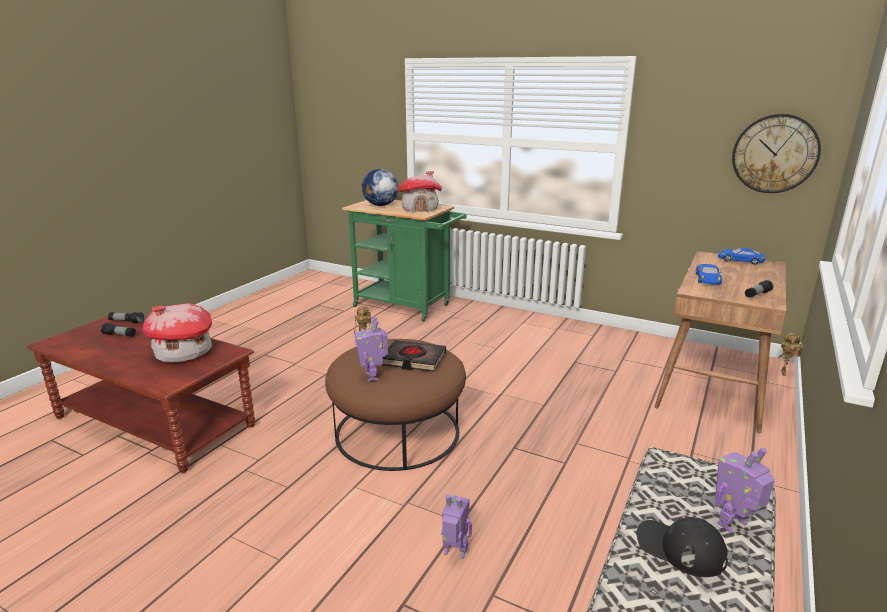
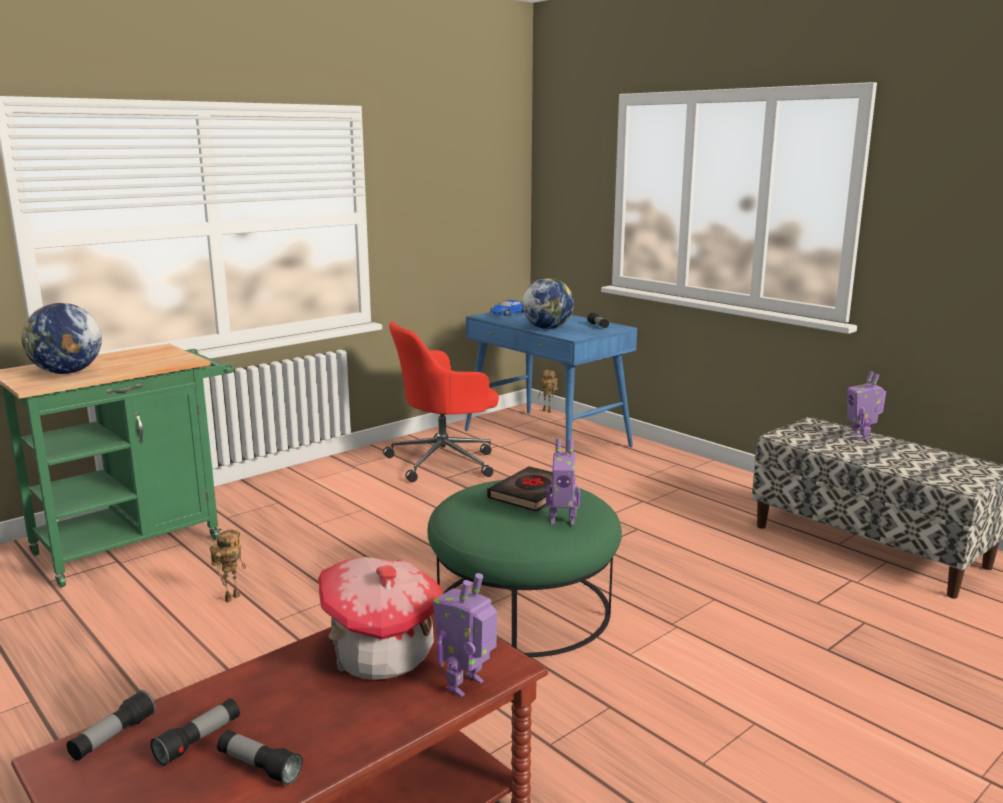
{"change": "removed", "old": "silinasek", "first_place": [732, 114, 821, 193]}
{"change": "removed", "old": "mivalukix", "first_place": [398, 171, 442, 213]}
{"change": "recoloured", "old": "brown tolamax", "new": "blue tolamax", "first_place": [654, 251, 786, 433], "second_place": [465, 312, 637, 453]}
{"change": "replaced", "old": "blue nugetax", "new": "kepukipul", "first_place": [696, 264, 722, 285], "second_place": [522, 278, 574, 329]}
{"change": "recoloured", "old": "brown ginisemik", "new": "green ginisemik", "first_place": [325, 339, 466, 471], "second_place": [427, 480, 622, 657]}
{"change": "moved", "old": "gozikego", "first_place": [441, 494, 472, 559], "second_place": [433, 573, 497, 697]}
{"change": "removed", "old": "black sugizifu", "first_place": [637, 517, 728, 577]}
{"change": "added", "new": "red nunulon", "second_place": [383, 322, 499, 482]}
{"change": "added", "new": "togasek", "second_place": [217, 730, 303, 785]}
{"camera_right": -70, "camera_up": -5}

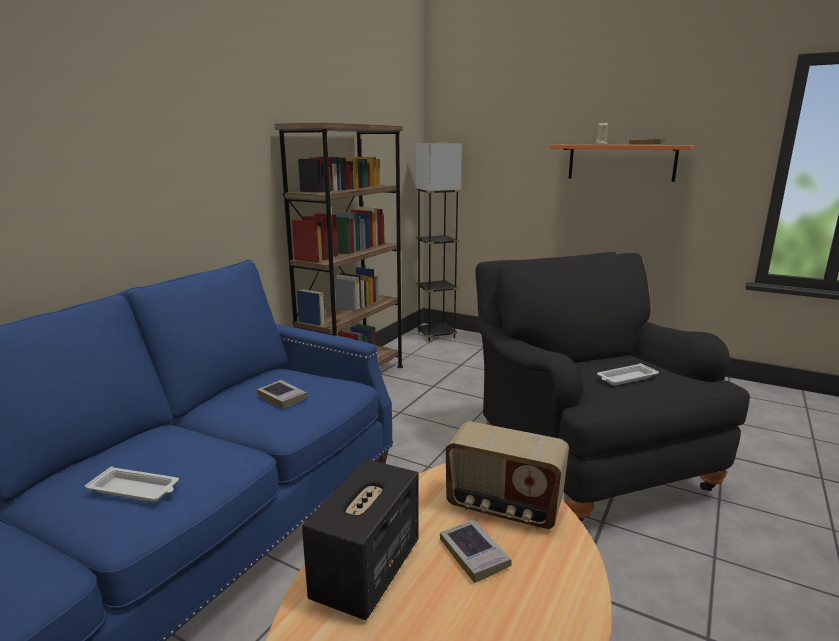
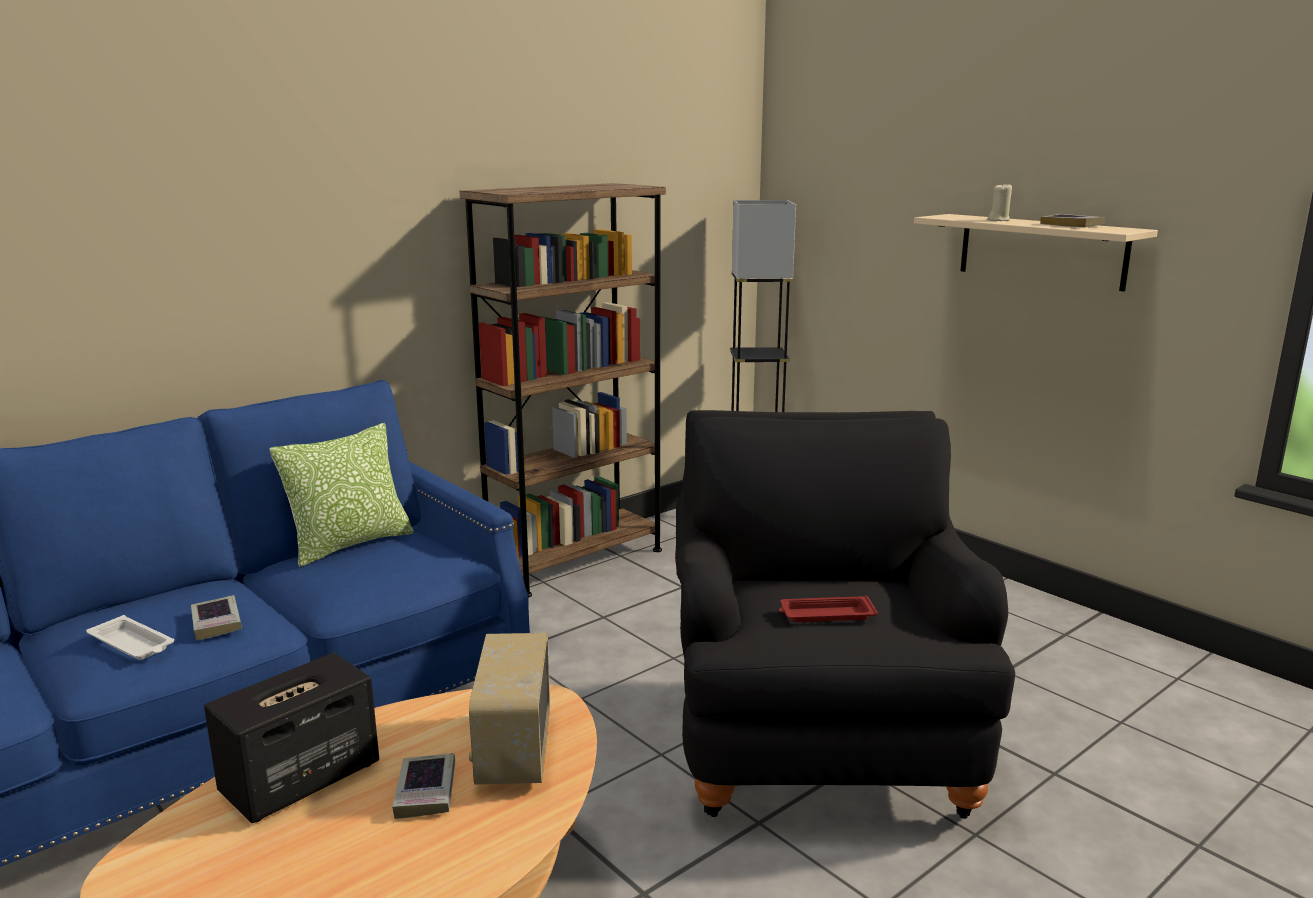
{"change": "recoloured", "old": "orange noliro", "new": "beige noliro", "first_place": [549, 145, 695, 182], "second_place": [914, 214, 1158, 292]}
{"change": "recoloured", "old": "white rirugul", "new": "red rirugul", "first_place": [597, 363, 659, 385], "second_place": [779, 595, 878, 622]}
{"change": "moved", "old": "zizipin", "first_place": [257, 380, 308, 409], "second_place": [191, 595, 242, 641]}
{"change": "turned", "old": "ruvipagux", "first_place": [446, 421, 569, 529], "second_place": [469, 633, 550, 785], "degrees": 45}
{"change": "added", "new": "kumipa", "second_place": [269, 423, 413, 567]}
{"camera_right": 20, "camera_up": 0}

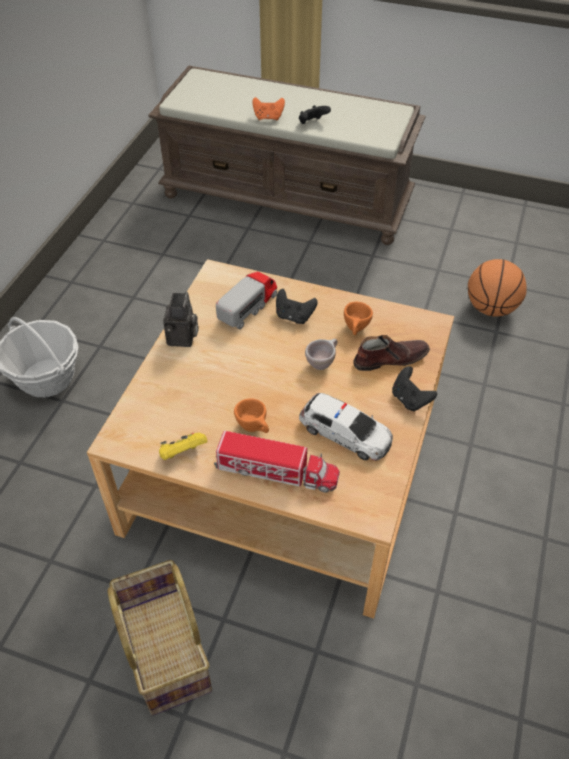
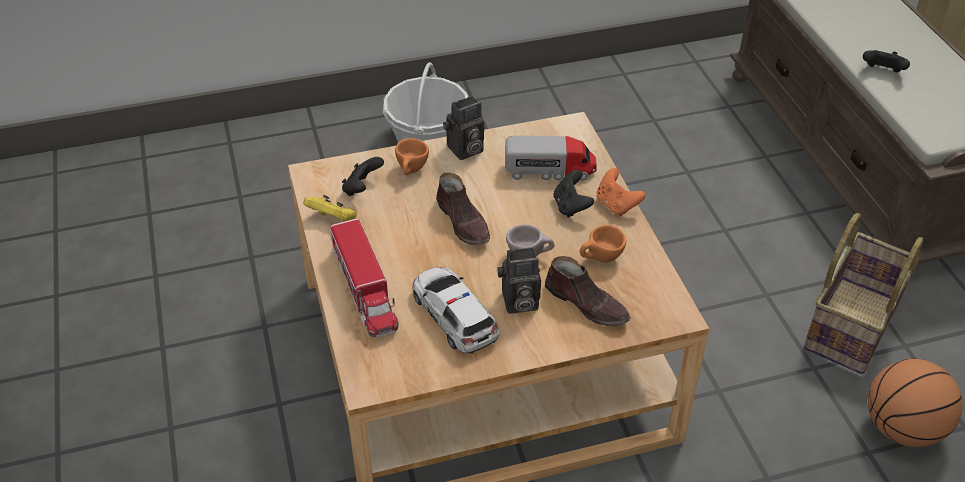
{"change": "moved", "old": "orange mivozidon", "first_place": [252, 97, 285, 121], "second_place": [597, 168, 645, 216]}
{"change": "moved", "old": "black mivozidon", "first_place": [392, 366, 437, 411], "second_place": [342, 157, 384, 196]}
{"change": "turned", "old": "nugetax", "first_place": [299, 393, 393, 461], "second_place": [413, 267, 500, 354], "degrees": 150}
{"change": "moved", "old": "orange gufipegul", "first_place": [234, 398, 269, 433], "second_place": [395, 138, 429, 176]}
{"change": "moved", "old": "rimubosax", "first_place": [107, 560, 212, 716], "second_place": [804, 213, 924, 374]}
{"change": "added", "new": "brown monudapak", "second_place": [436, 172, 490, 245]}
{"change": "added", "new": "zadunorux", "second_place": [497, 247, 541, 314]}
{"camera_right": 55, "camera_up": -5}

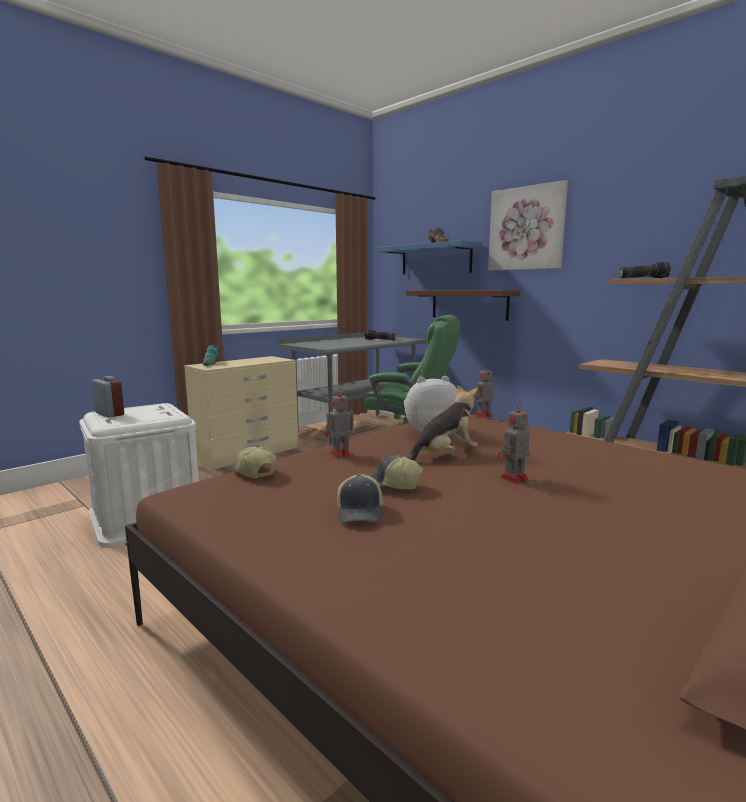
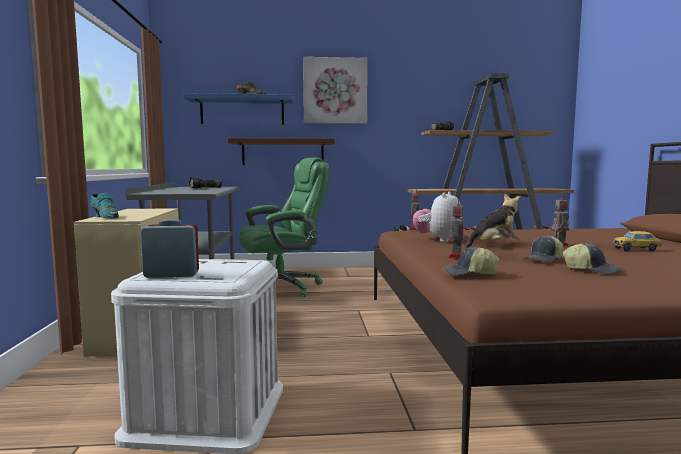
{"change": "turned", "old": "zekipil", "first_place": [408, 385, 478, 461], "second_place": [465, 194, 521, 249], "degrees": 60}
{"change": "added", "new": "nugetax", "second_place": [612, 231, 662, 251]}
{"camera_right": -50, "camera_up": -5}

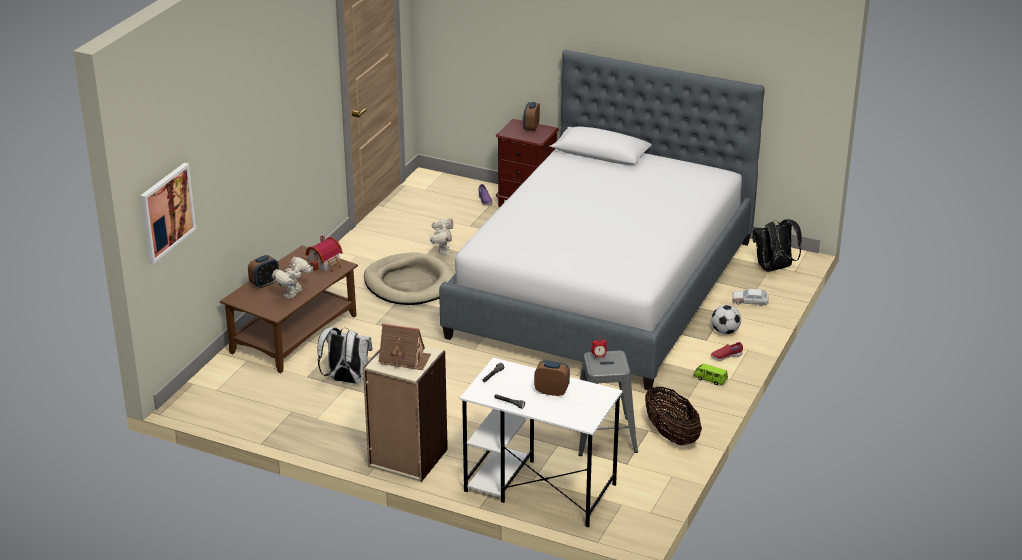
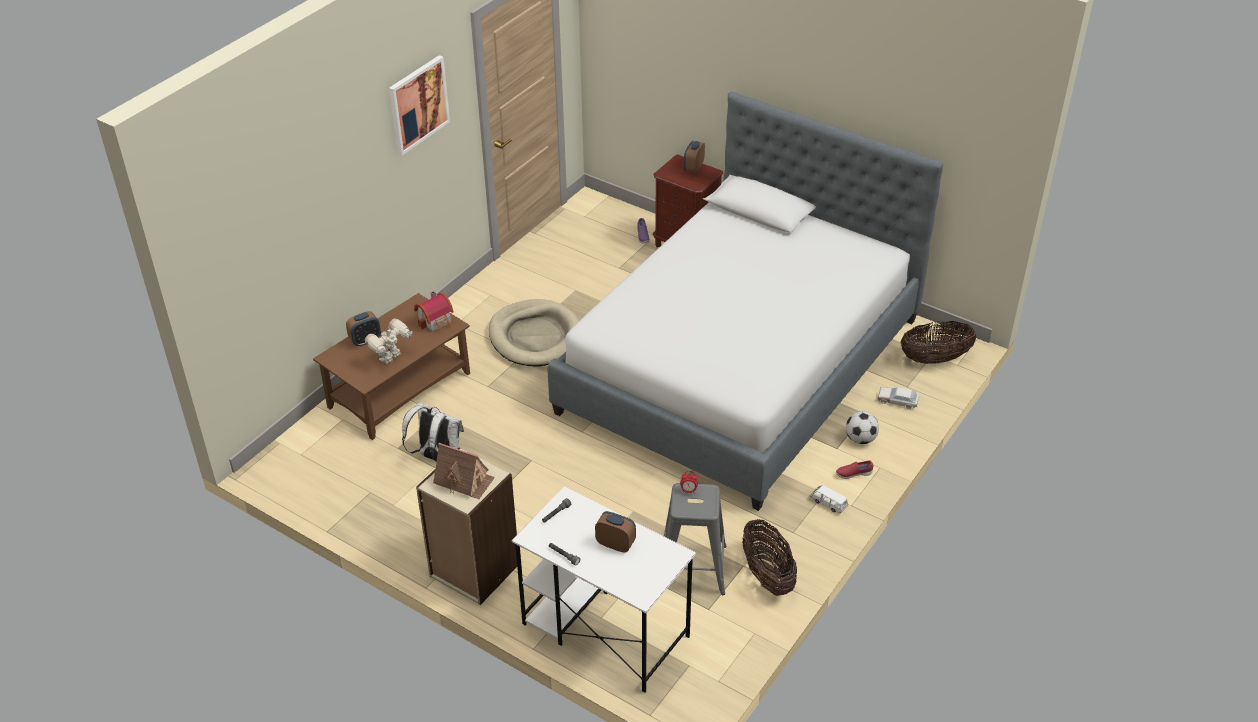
{"change": "moved", "old": "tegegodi", "first_place": [140, 163, 196, 264], "second_place": [389, 55, 450, 155]}
{"change": "removed", "old": "gozikego", "first_place": [430, 218, 454, 255]}
{"change": "replaced", "old": "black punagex", "new": "rimubosax", "first_place": [752, 219, 802, 272], "second_place": [900, 321, 976, 364]}
{"change": "recoloured", "old": "green nugetax", "new": "white nugetax", "first_place": [693, 363, 728, 385], "second_place": [810, 485, 848, 513]}
{"camera_right": 10, "camera_up": 10}

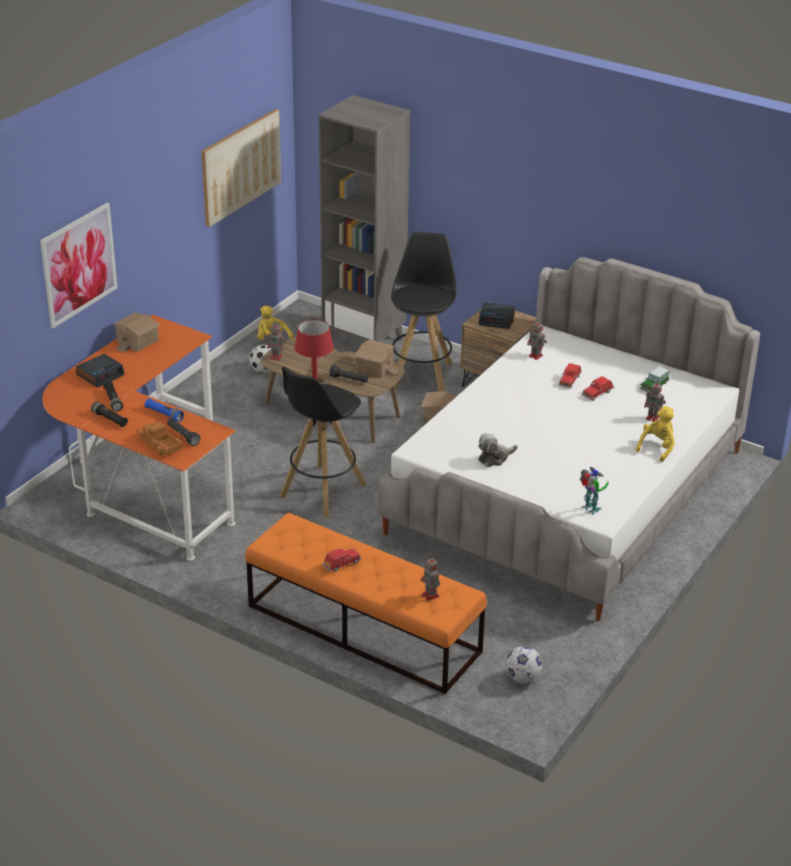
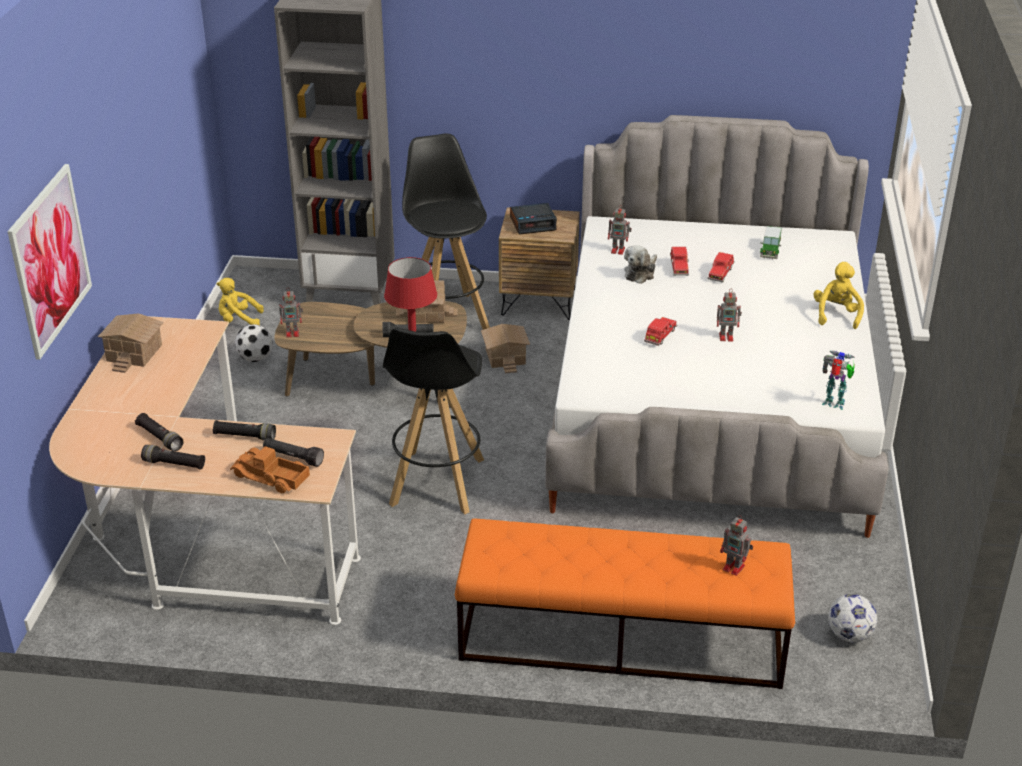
{"change": "removed", "old": "tegegodi", "first_place": [201, 109, 281, 227]}
{"change": "recoloured", "old": "orange tolamax", "new": "beige tolamax", "first_place": [42, 315, 236, 561], "second_place": [49, 316, 361, 625]}
{"change": "removed", "old": "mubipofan", "first_place": [76, 354, 125, 388]}
{"change": "moved", "old": "gozikego", "first_place": [644, 383, 666, 422], "second_place": [717, 289, 742, 342]}
{"change": "recoloured", "old": "blue togasek", "new": "black togasek", "first_place": [144, 398, 184, 422], "second_place": [213, 420, 276, 440]}
{"change": "moved", "old": "zekipil", "first_place": [478, 433, 518, 467], "second_place": [624, 245, 657, 284]}
{"change": "moved", "old": "red nugetax", "first_place": [322, 548, 362, 572], "second_place": [644, 317, 677, 346]}
{"camera_right": -25, "camera_up": 0}

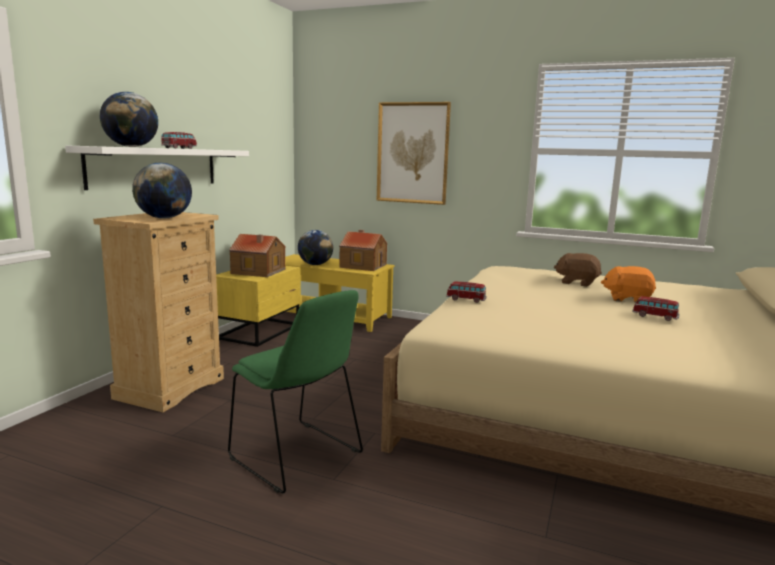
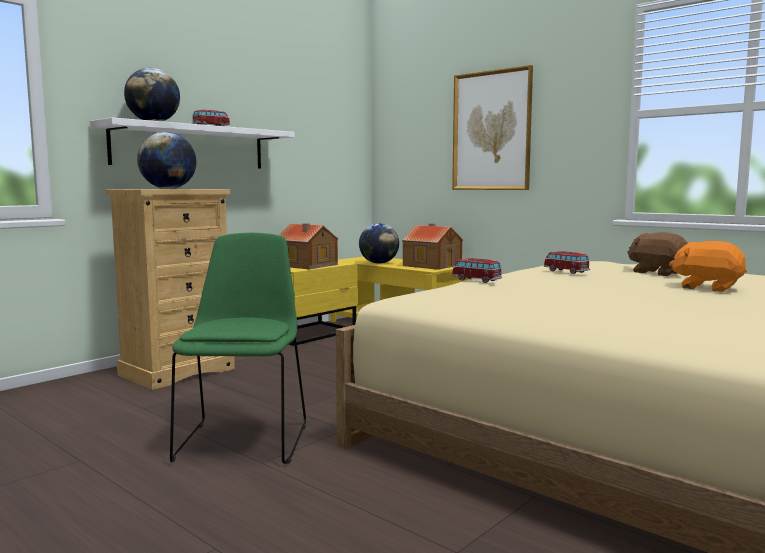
{"change": "turned", "old": "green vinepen", "first_place": [228, 290, 363, 494], "second_place": [170, 233, 306, 464], "degrees": -150}
{"change": "moved", "old": "nugetax", "first_place": [632, 296, 679, 321], "second_place": [543, 251, 590, 274]}
{"camera_right": 20, "camera_up": -5}

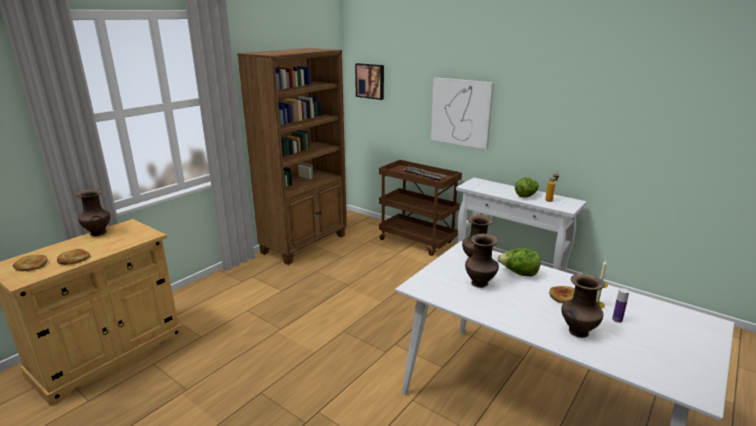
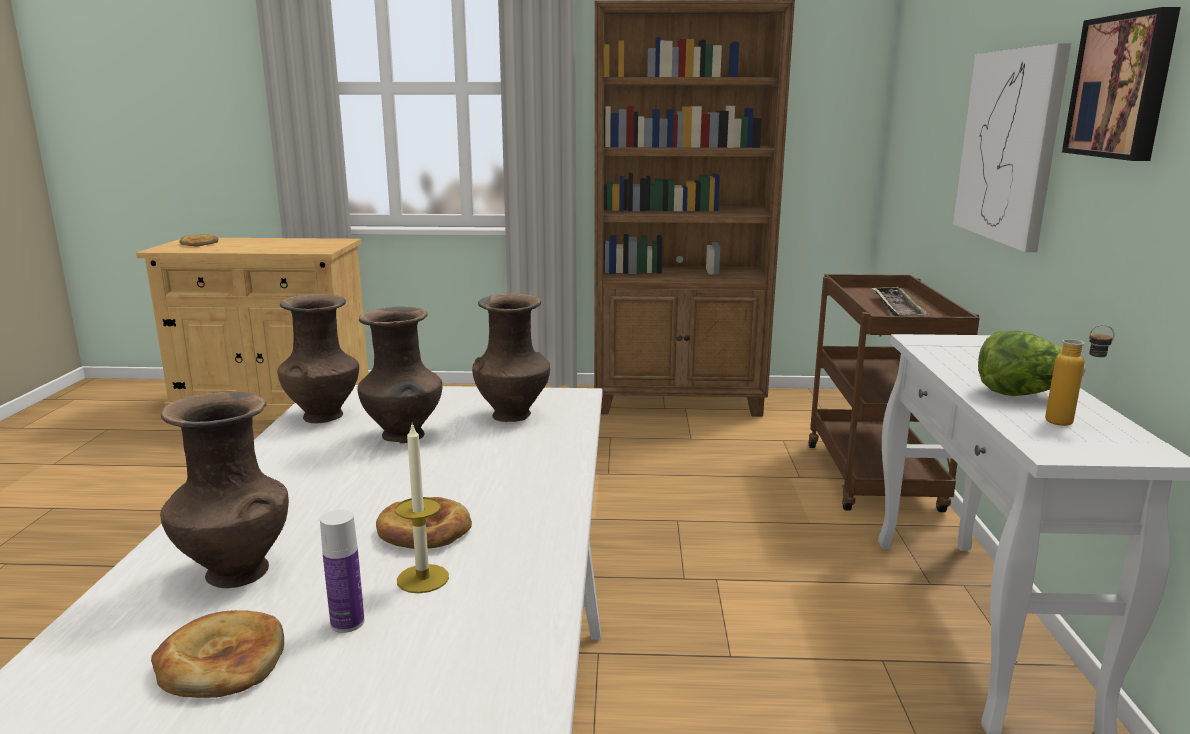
{"change": "moved", "old": "tegegodi", "first_place": [355, 63, 384, 100], "second_place": [1062, 7, 1181, 161]}
{"change": "moved", "old": "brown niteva", "first_place": [76, 189, 110, 236], "second_place": [277, 294, 359, 423]}
{"change": "removed", "old": "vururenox", "first_place": [497, 248, 540, 276]}
{"change": "moved", "old": "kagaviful", "first_place": [57, 249, 90, 265], "second_place": [151, 610, 284, 698]}
{"camera_right": 55, "camera_up": -5}

